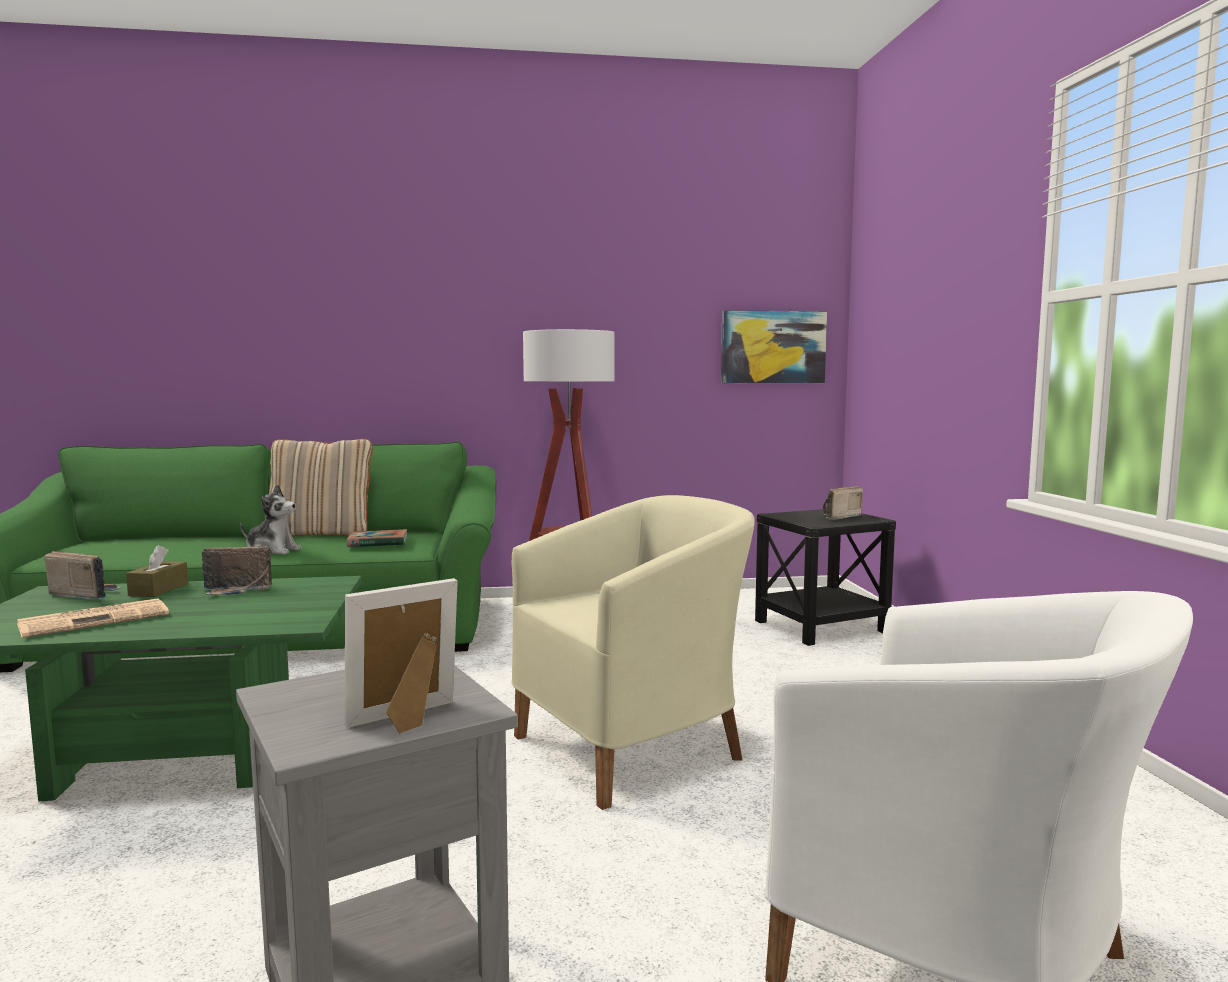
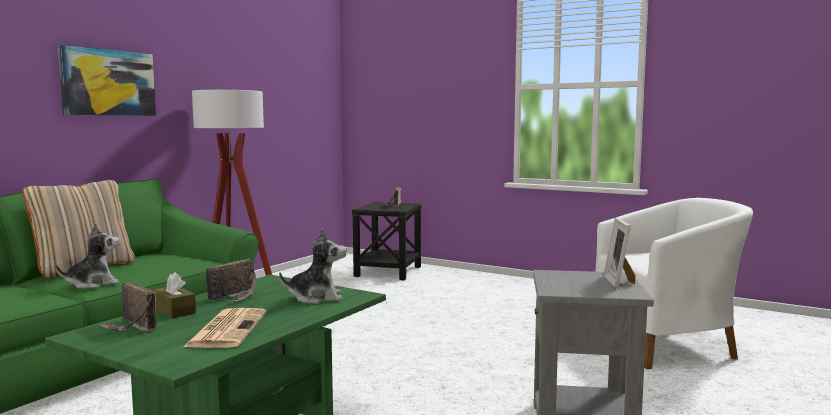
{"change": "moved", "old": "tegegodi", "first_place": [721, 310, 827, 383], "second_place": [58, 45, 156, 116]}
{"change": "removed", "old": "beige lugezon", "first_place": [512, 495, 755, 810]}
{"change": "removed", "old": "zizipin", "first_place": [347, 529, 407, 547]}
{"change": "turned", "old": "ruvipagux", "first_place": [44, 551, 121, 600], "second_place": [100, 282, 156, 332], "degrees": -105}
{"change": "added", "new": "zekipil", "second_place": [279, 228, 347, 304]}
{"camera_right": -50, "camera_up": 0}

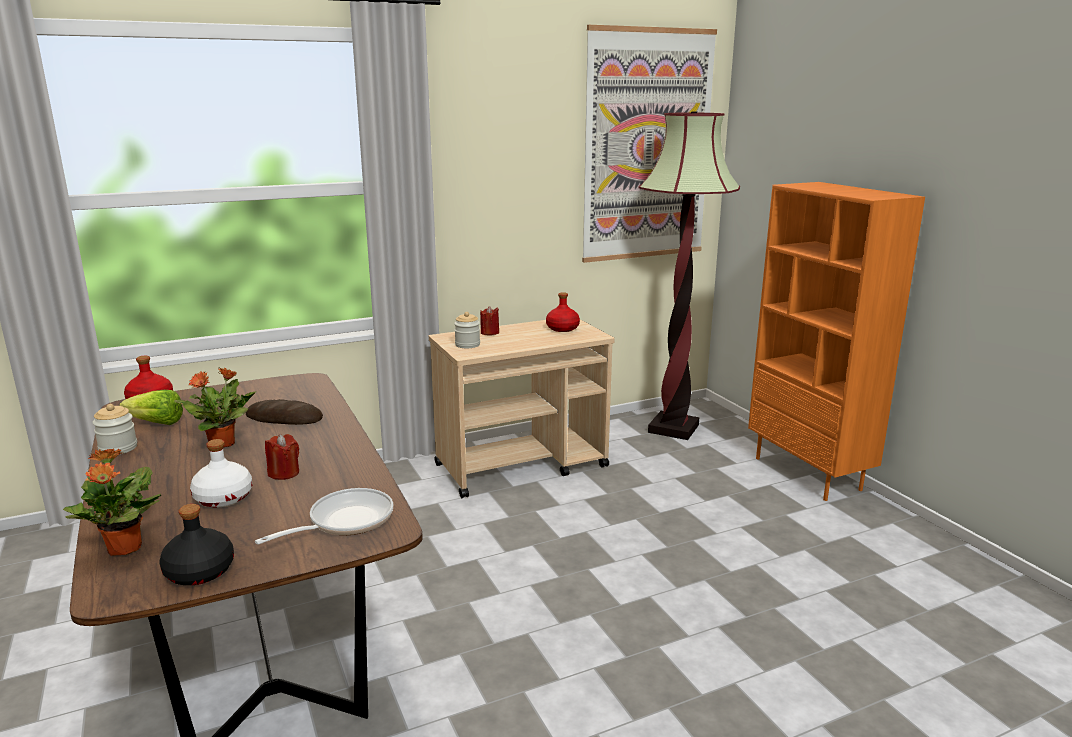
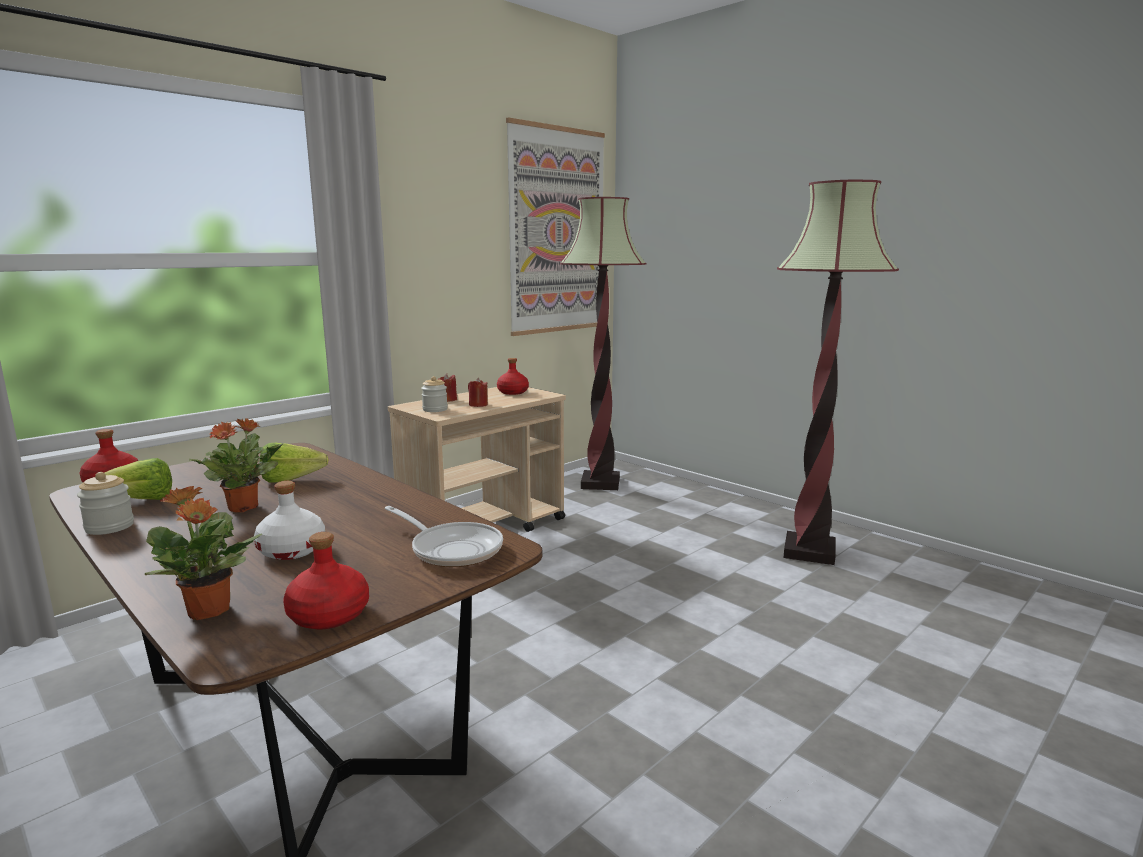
{"change": "removed", "old": "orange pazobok", "first_place": [748, 182, 925, 501]}
{"change": "replaced", "old": "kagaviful", "new": "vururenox", "first_place": [246, 399, 323, 425], "second_place": [260, 443, 329, 483]}
{"change": "moved", "old": "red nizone", "first_place": [265, 434, 299, 480], "second_place": [468, 378, 488, 407]}
{"change": "turned", "old": "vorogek", "first_place": [255, 488, 393, 545], "second_place": [384, 506, 503, 567], "degrees": 105}
{"change": "recoloured", "old": "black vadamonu", "new": "red vadamonu", "first_place": [160, 504, 234, 585], "second_place": [283, 532, 369, 629]}
{"change": "added", "new": "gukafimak", "second_place": [777, 180, 899, 565]}
{"camera_right": -20, "camera_up": -5}

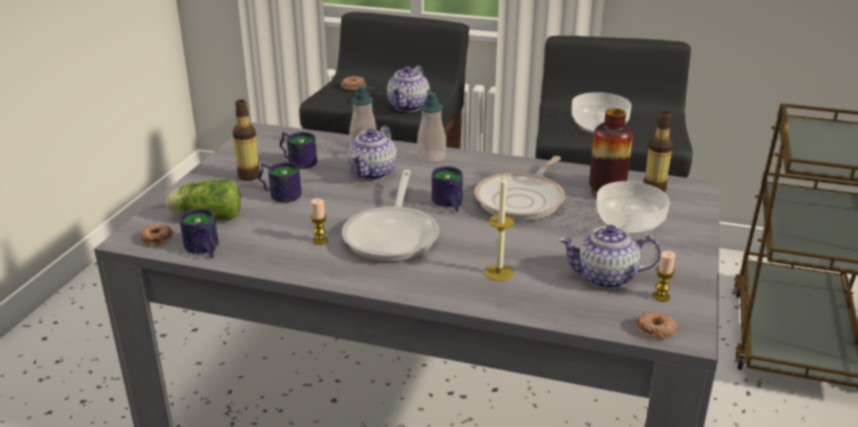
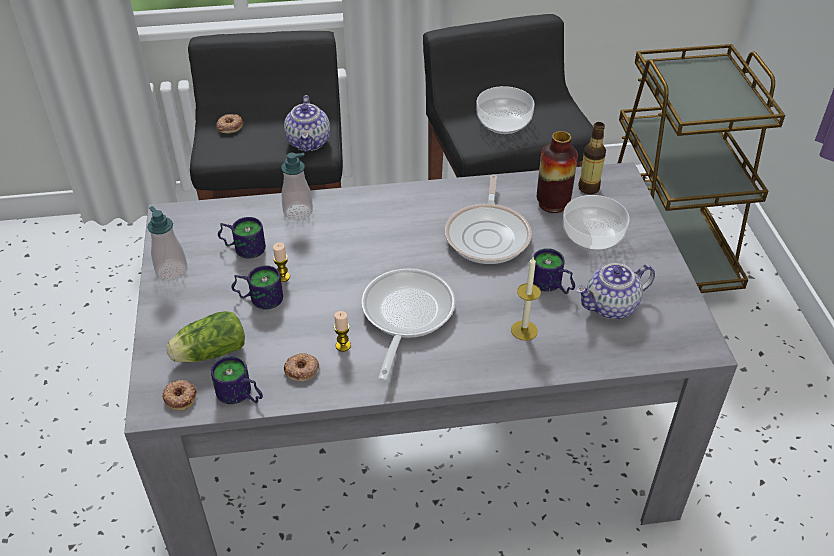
{"change": "moved", "old": "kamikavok", "first_place": [417, 90, 446, 163], "second_place": [147, 206, 187, 280]}
{"change": "removed", "old": "vadamonu", "first_place": [233, 100, 260, 181]}
{"change": "removed", "old": "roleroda", "first_place": [348, 126, 397, 180]}
{"change": "moved", "old": "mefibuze", "first_place": [432, 166, 463, 212], "second_place": [533, 248, 575, 294]}
{"change": "turned", "old": "vorogek", "first_place": [342, 170, 439, 262], "second_place": [362, 268, 456, 381], "degrees": -150}
{"change": "moved", "old": "nizone", "first_place": [653, 251, 675, 302], "second_place": [273, 242, 290, 282]}
{"change": "moved", "old": "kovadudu", "first_place": [636, 312, 677, 340], "second_place": [284, 353, 319, 381]}
{"camera_right": -25, "camera_up": 15}

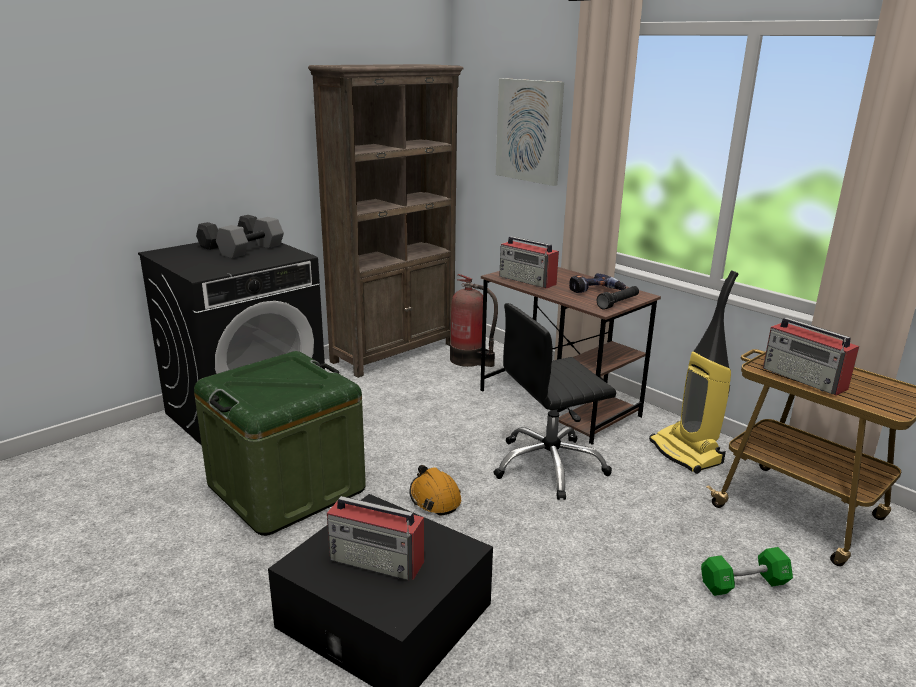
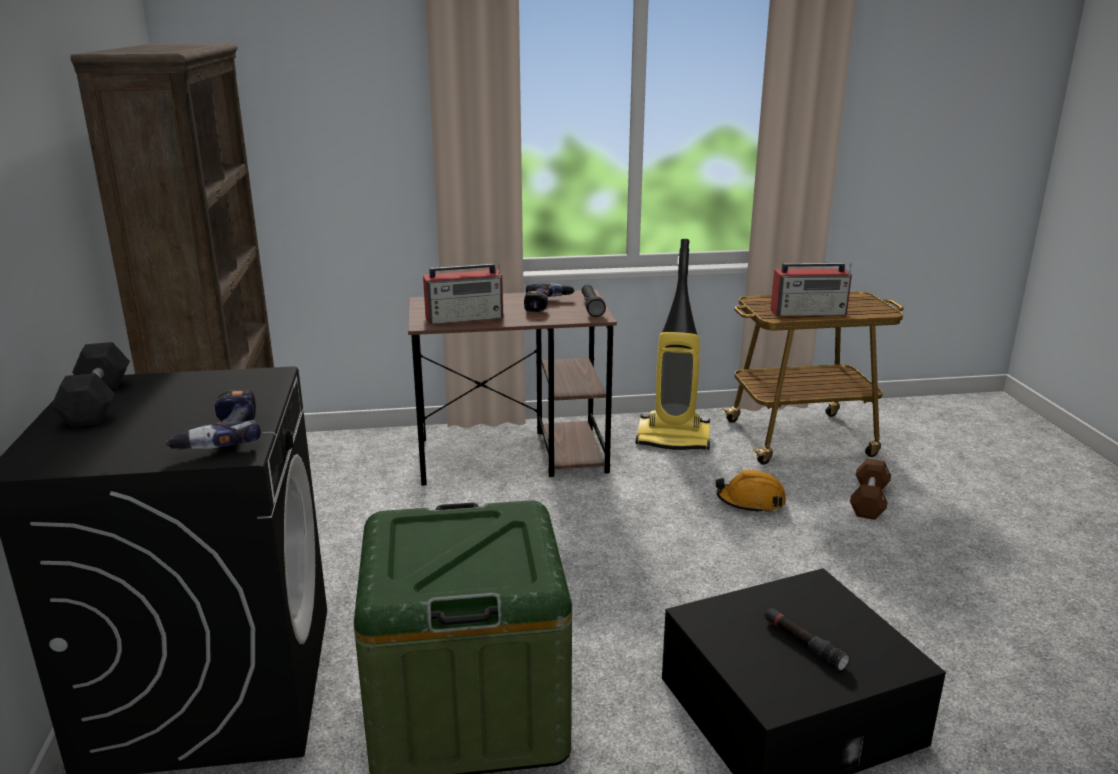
{"change": "removed", "old": "tegegodi", "first_place": [496, 78, 564, 186]}
{"change": "removed", "old": "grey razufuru", "first_place": [216, 217, 284, 258]}
{"change": "removed", "old": "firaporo", "first_place": [450, 274, 498, 367]}
{"change": "removed", "old": "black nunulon", "first_place": [493, 303, 616, 500]}
{"change": "moved", "old": "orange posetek", "first_place": [409, 465, 461, 516], "second_place": [715, 470, 786, 514]}
{"change": "replaced", "old": "ruvipagux", "new": "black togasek", "first_place": [327, 496, 424, 580], "second_place": [764, 608, 850, 671]}
{"change": "recoloured", "old": "green razufuru", "new": "brown razufuru", "first_place": [701, 547, 793, 596], "second_place": [850, 458, 891, 520]}
{"change": "added", "new": "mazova", "second_place": [166, 389, 261, 449]}
{"camera_right": -55, "camera_up": 0}

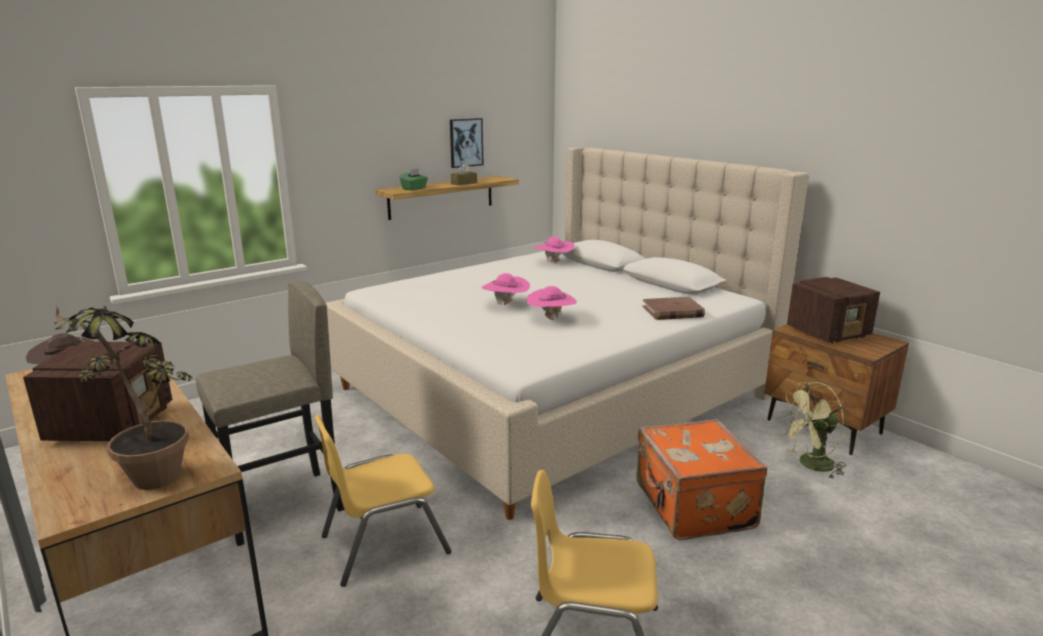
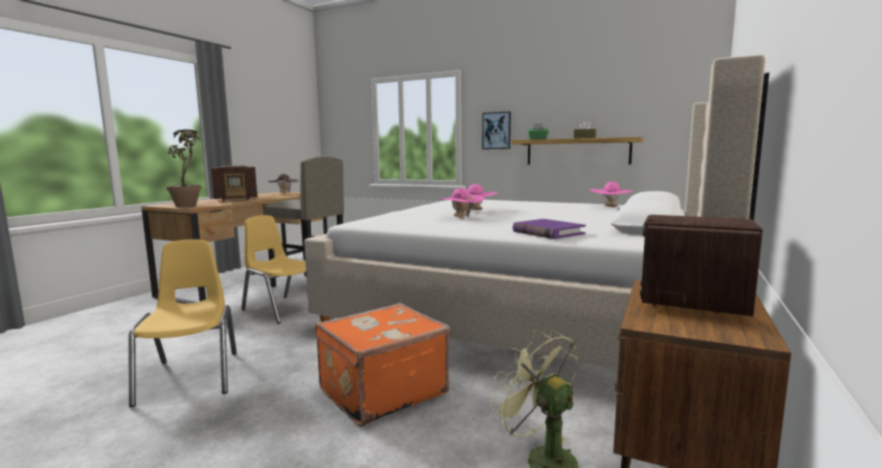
{"change": "moved", "old": "tegegodi", "first_place": [450, 118, 483, 168], "second_place": [482, 112, 511, 149]}
{"change": "turned", "old": "ruvipagux", "first_place": [787, 277, 880, 343], "second_place": [640, 215, 763, 316], "degrees": 75}
{"change": "recoloured", "old": "brown zizipin", "new": "purple zizipin", "first_place": [642, 297, 705, 320], "second_place": [513, 219, 586, 239]}
{"camera_right": 65, "camera_up": -10}

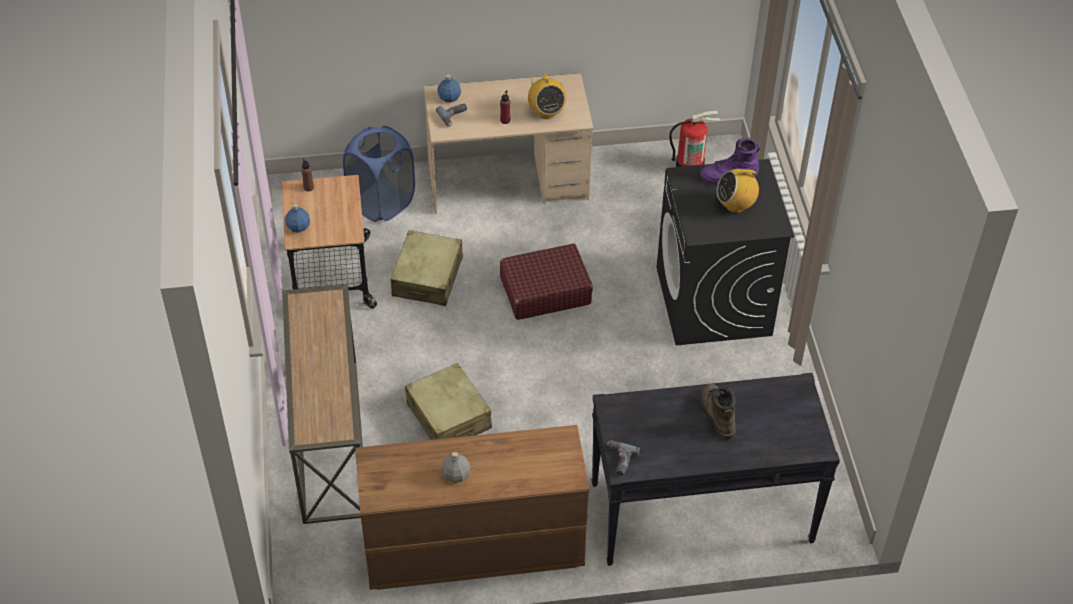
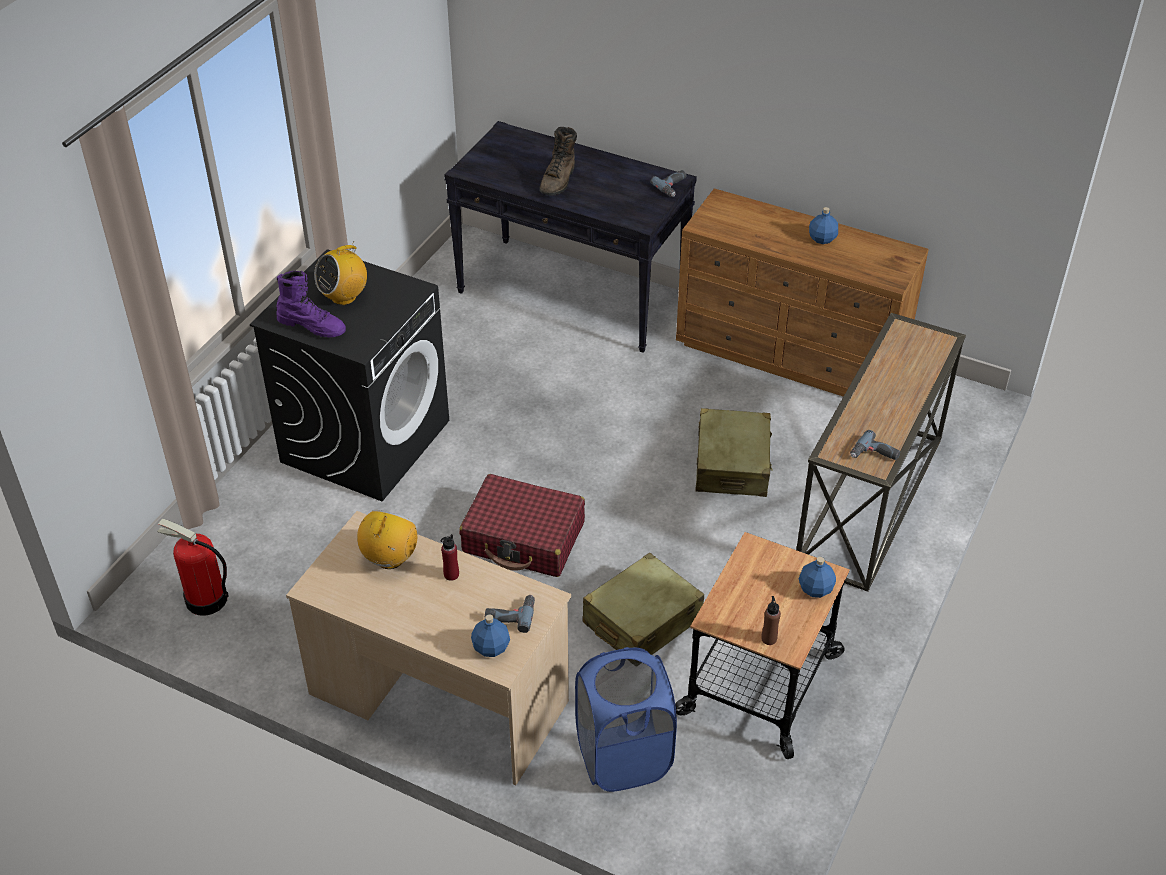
{"change": "turned", "old": "ruvipagux", "first_place": [717, 166, 759, 213], "second_place": [314, 241, 367, 305], "degrees": 120}
{"change": "recoloured", "old": "grey vadamonu", "new": "blue vadamonu", "first_place": [441, 452, 470, 483], "second_place": [809, 207, 838, 244]}
{"change": "added", "new": "mazova", "second_place": [850, 430, 900, 460]}
{"camera_right": -145, "camera_up": -5}

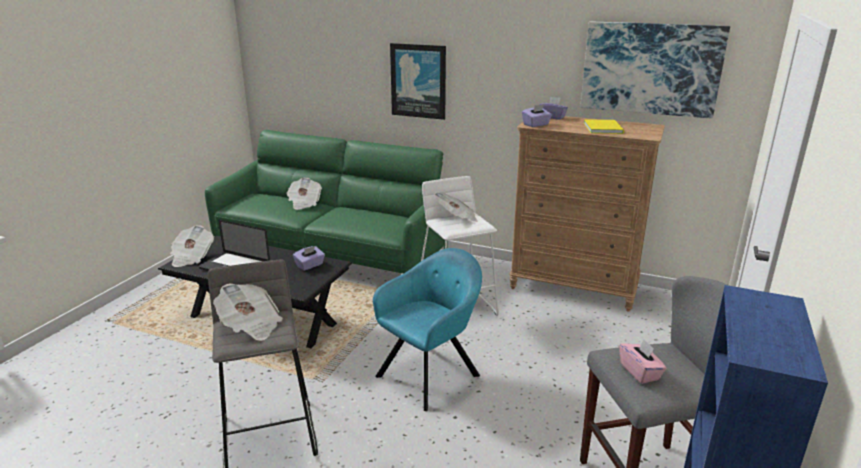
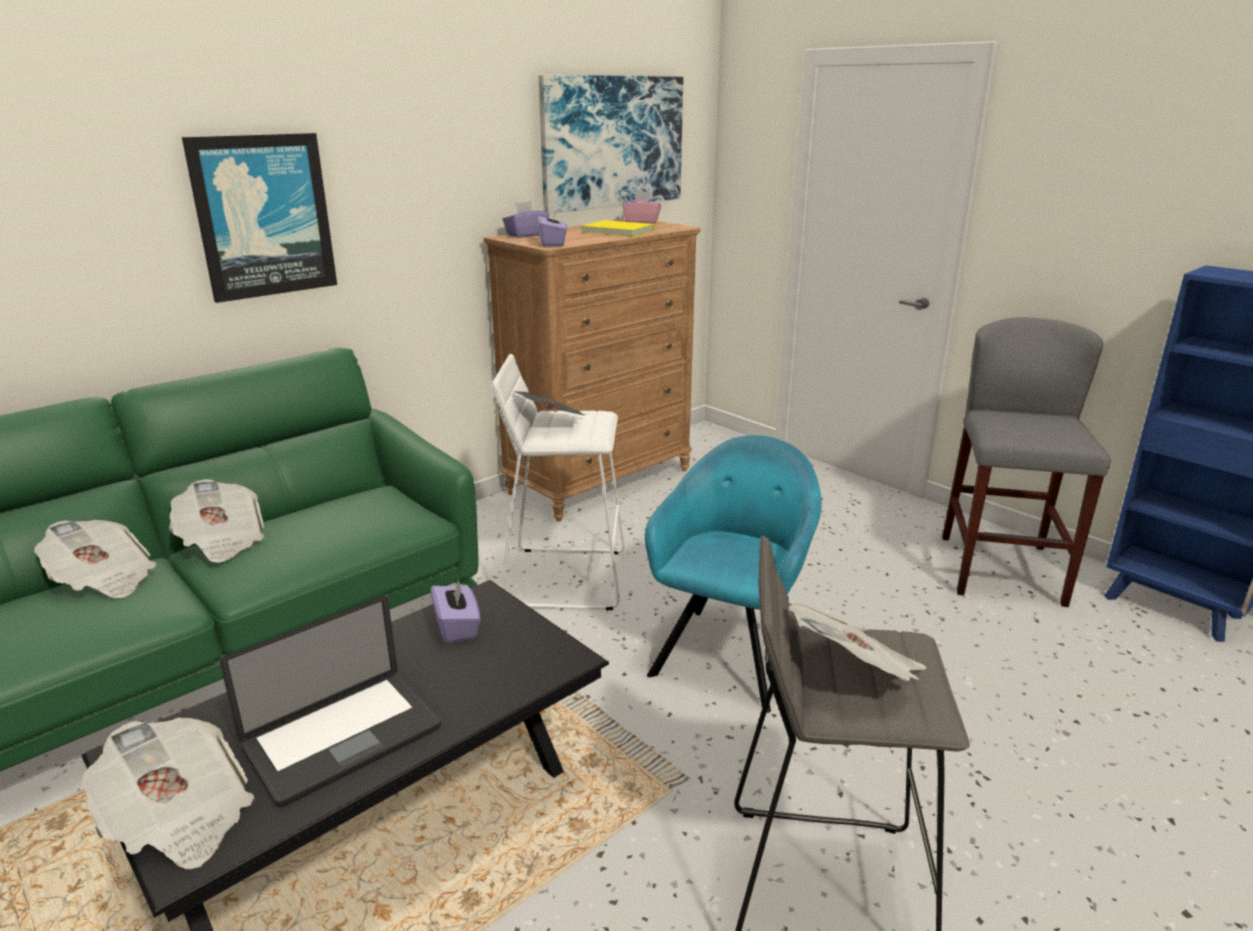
{"change": "turned", "old": "turquoise lugezon", "first_place": [373, 248, 482, 411], "second_place": [645, 435, 822, 713], "degrees": 45}
{"change": "moved", "old": "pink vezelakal", "first_place": [619, 339, 667, 384], "second_place": [622, 191, 661, 224]}
{"change": "added", "new": "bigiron", "second_place": [169, 479, 264, 563]}
{"camera_right": -65, "camera_up": 0}

